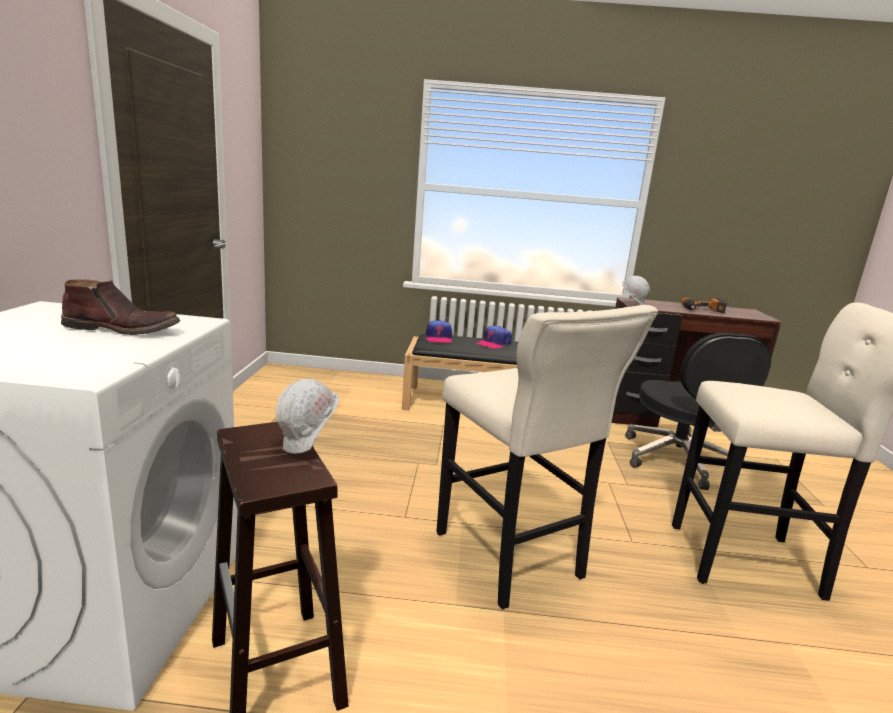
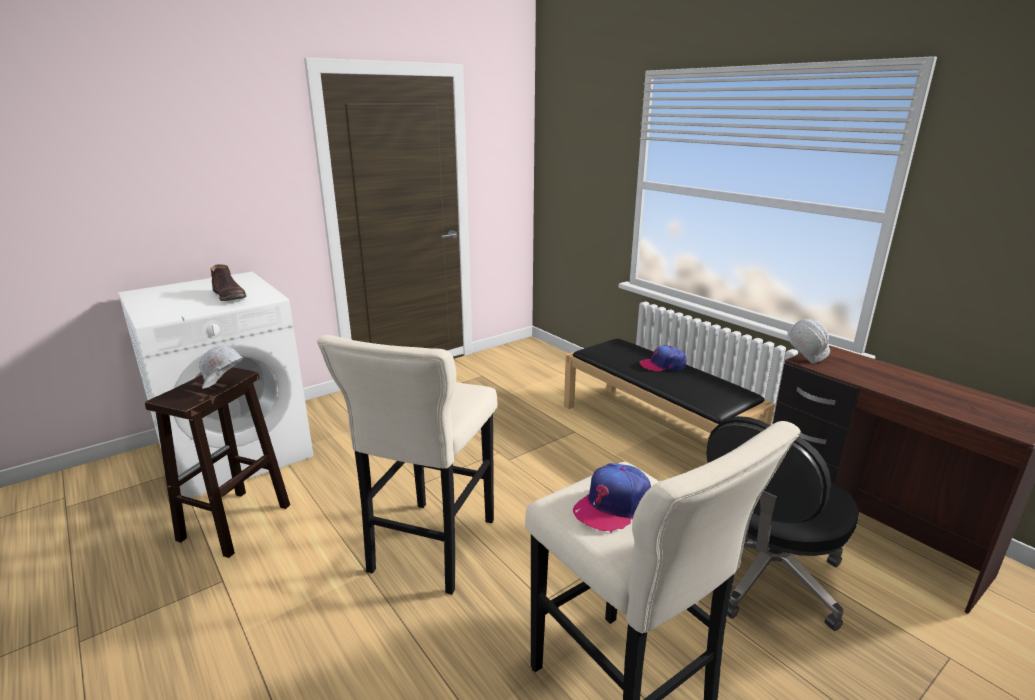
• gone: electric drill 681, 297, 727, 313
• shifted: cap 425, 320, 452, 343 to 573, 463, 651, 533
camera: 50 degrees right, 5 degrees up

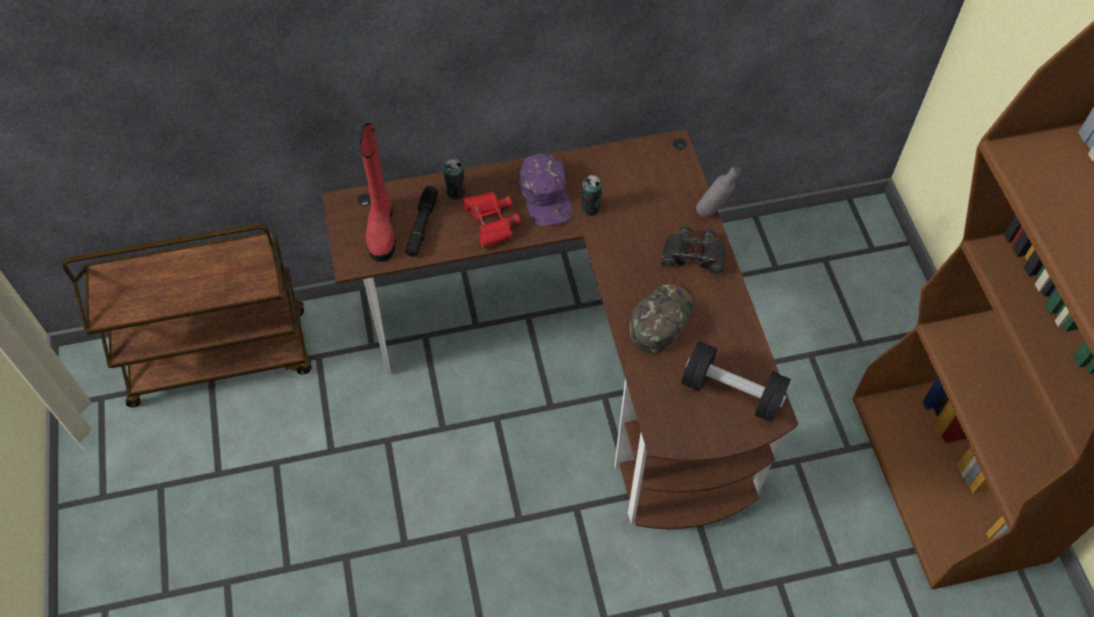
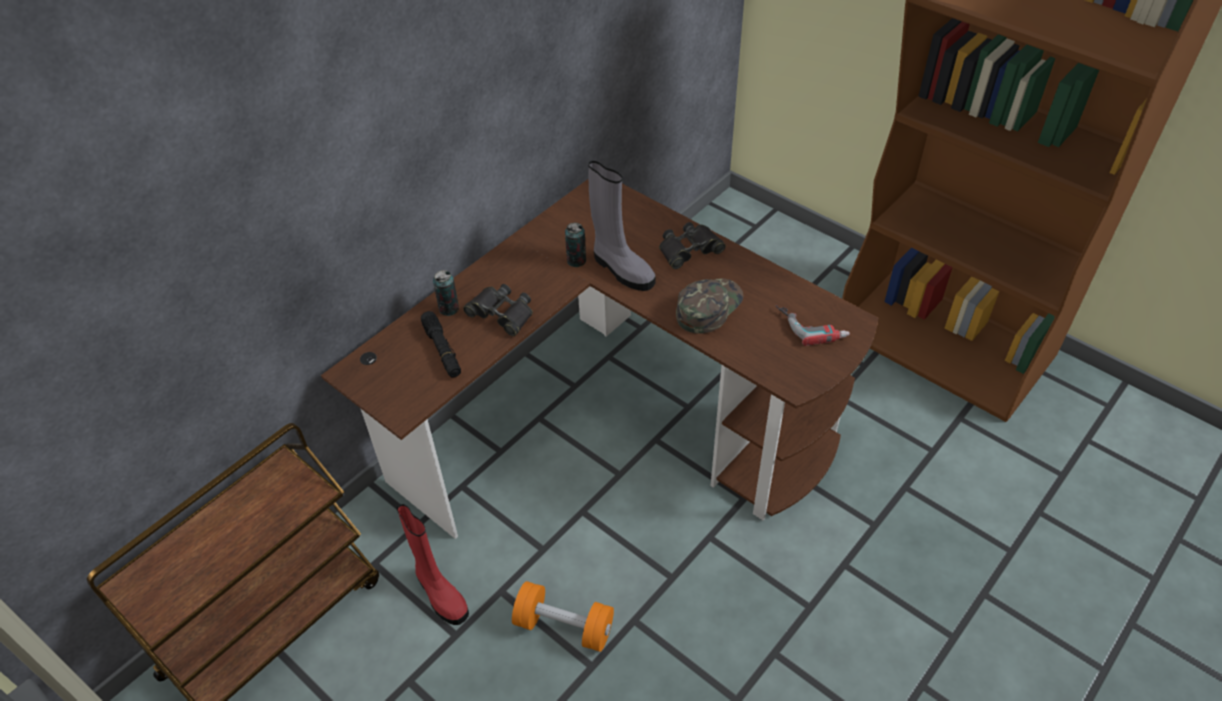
• gone: purple-coloured cap 519, 154, 572, 226
• gone: greyish bottle 696, 166, 741, 218
• new: orangey dumbbell 512, 581, 614, 652
• new: greyish high-top boot 588, 161, 655, 291
• shifted: red high-top boot 359, 123, 396, 262 to 397, 504, 469, 625
• swapped: blackish dumbbell 681, 341, 791, 423 to electric drill 776, 305, 850, 346
• repainted: red pair of binoculars 462, 192, 521, 248 to blackish pair of binoculars 463, 284, 533, 336
• rotated: green cap 629, 284, 693, 353 = 676, 278, 743, 334 45 degrees clockwise
camera: 35 degrees left, 10 degrees down

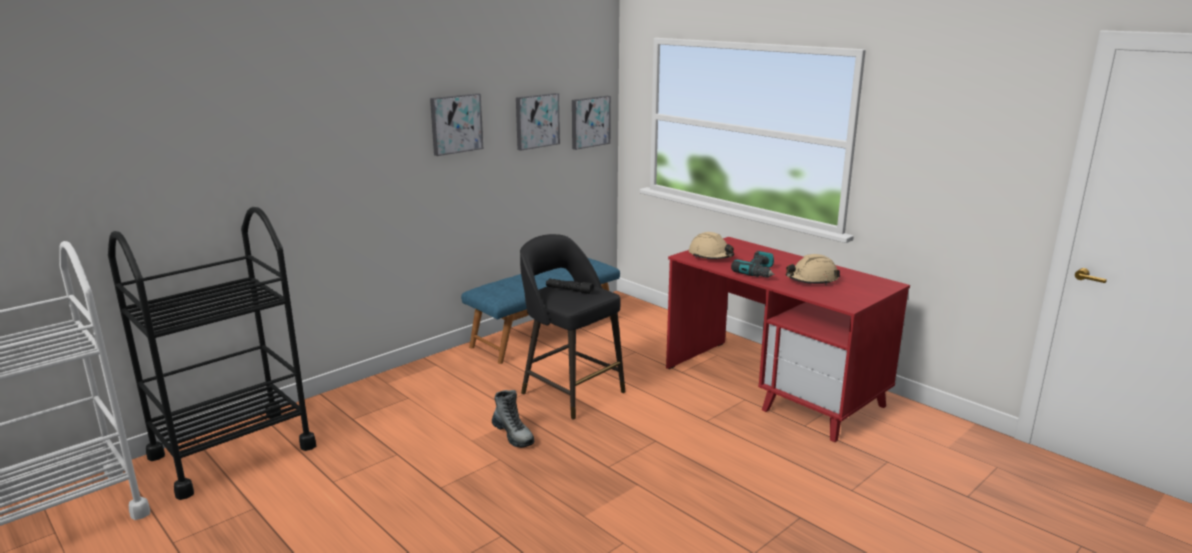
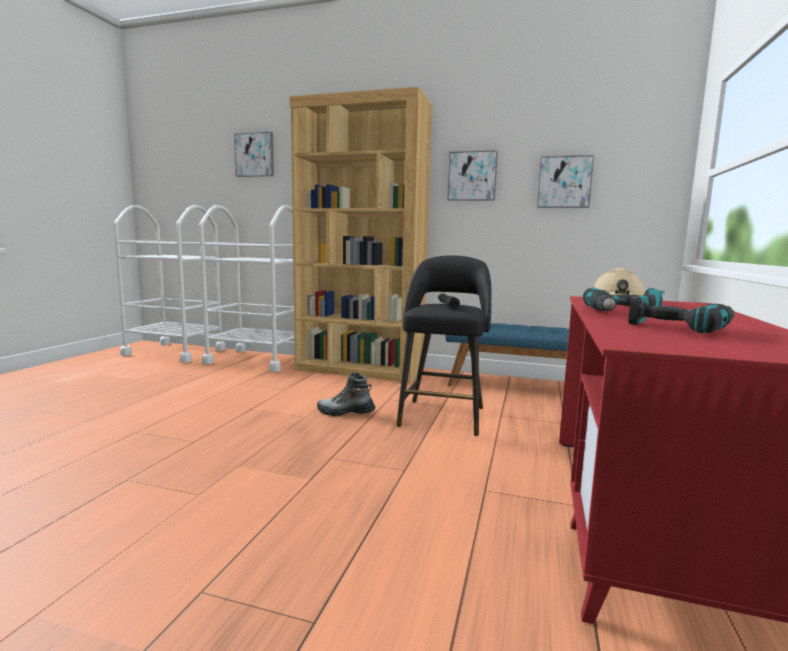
• new: brown-coloured shelving unit 289, 87, 432, 383
• shifted: wall picture 572, 96, 611, 150 to 234, 132, 274, 177
• swapped: sand-coloured work helmet 786, 254, 840, 285 to electric drill 628, 295, 735, 333
• repainted: blackish wheeled cart 108, 207, 316, 500 to white-coloured wheeled cart 199, 205, 294, 372
• rotated: high-top boot 492, 390, 534, 448 = 317, 372, 375, 416 75 degrees clockwise
camera: 60 degrees right, 10 degrees down

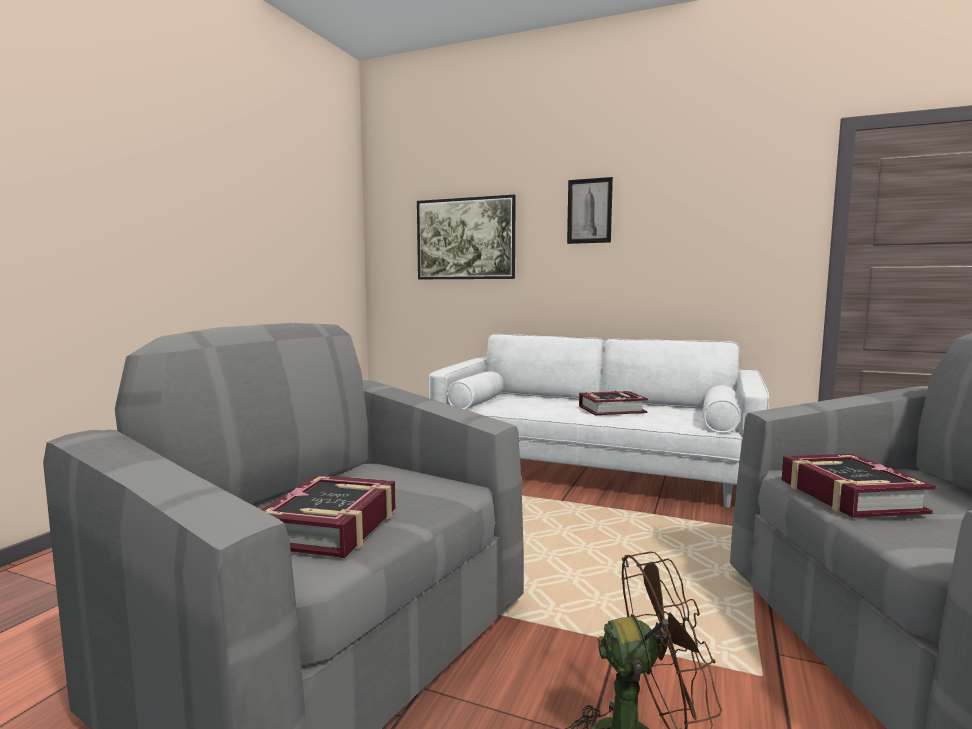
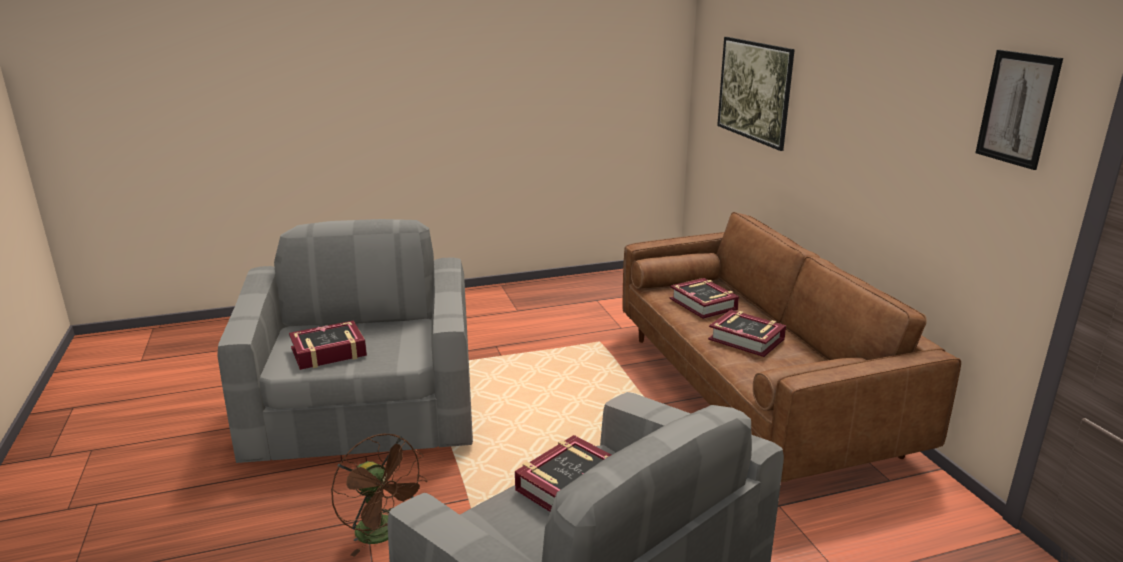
• new: volume 669, 278, 739, 319
• shifted: wall picture 567, 177, 613, 244 to 975, 50, 1063, 170
• repainted: white-coloured settee 429, 334, 769, 508 to brown-coloured settee 623, 212, 961, 482
camera: 50 degrees right, 15 degrees up

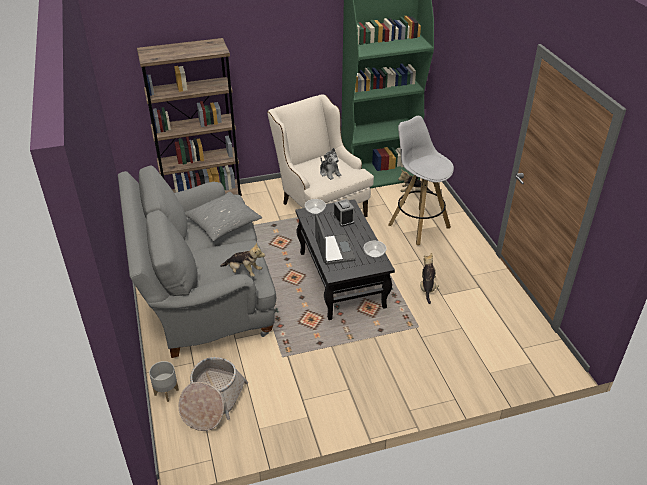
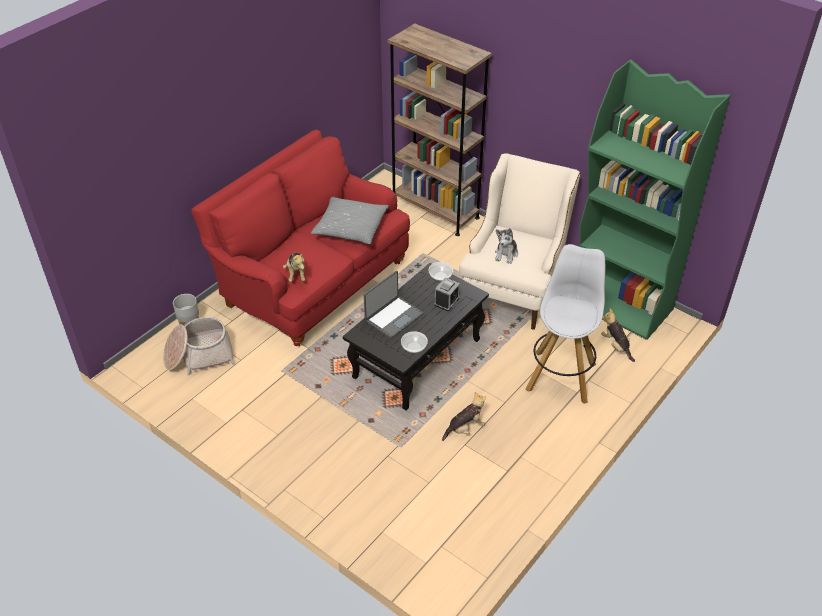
• repainted: greyish settee 118, 166, 276, 358 to red settee 191, 130, 410, 346
camera: 55 degrees right, 5 degrees up

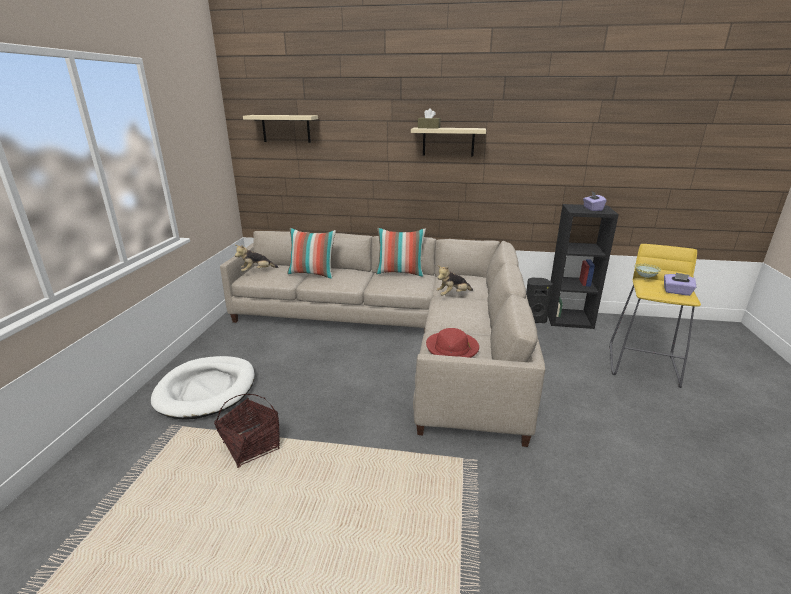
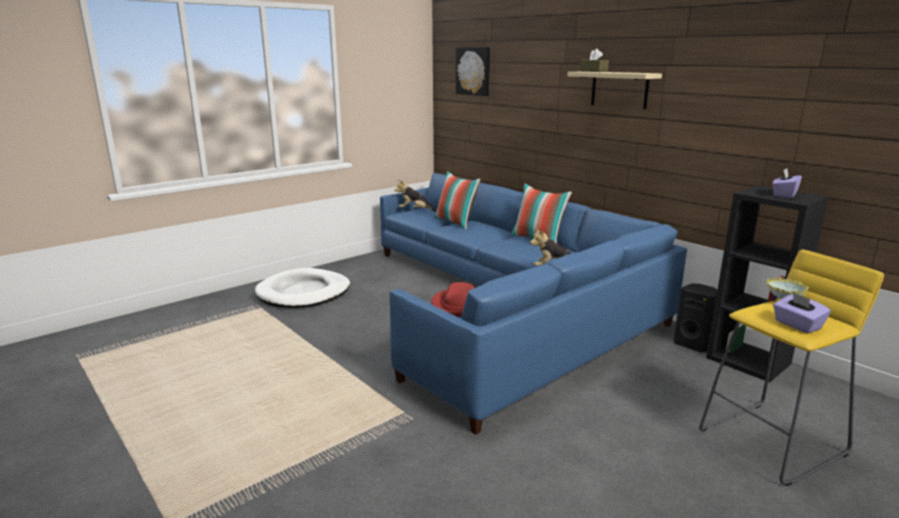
• gone: storage basket 214, 394, 280, 468
• swapped: sand-coloured shelf 243, 115, 318, 143 to wall picture 456, 47, 490, 96
• repainted: sand-coloured settee 220, 231, 545, 447 to bluish settee 380, 173, 687, 435
camera: 40 degrees right, 5 degrees down

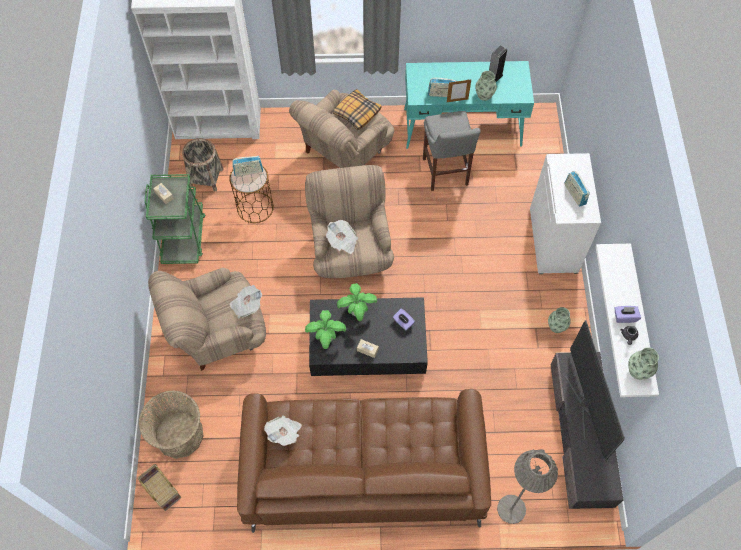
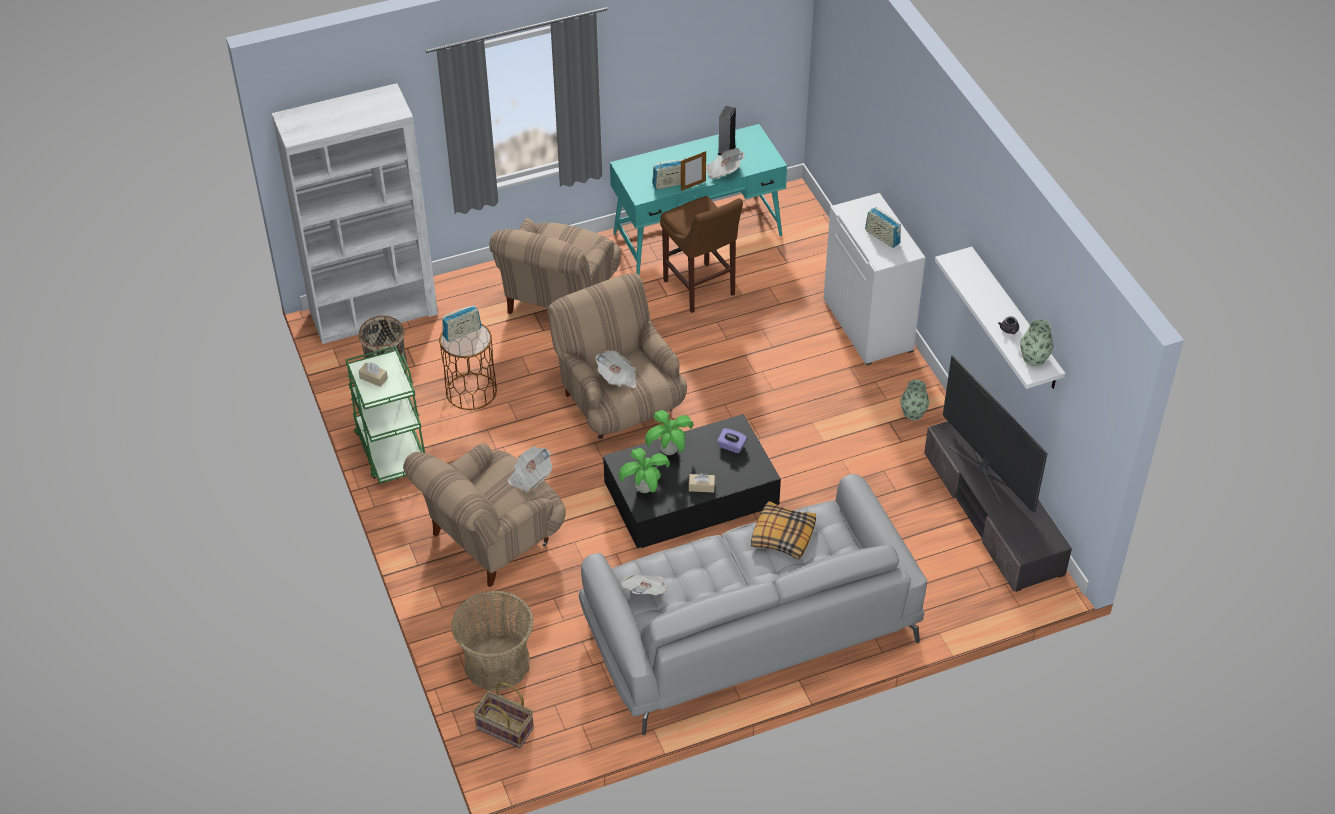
• gone: greyish standard lamp 497, 449, 558, 524
• gone: purple-coloured box of tissues 615, 306, 641, 323
• shifted: cushion 333, 89, 382, 130 to 751, 501, 816, 559
• swapped: vase 475, 71, 497, 101 to printed paper 706, 148, 745, 180
• repainted: brown-coloured settee 237, 389, 491, 533 to greyish settee 579, 474, 927, 735
• repainted: greyish sitting stool 423, 111, 481, 191 to brown-coloured sitting stool 660, 196, 743, 313
camera: 20 degrees left, 15 degrees down

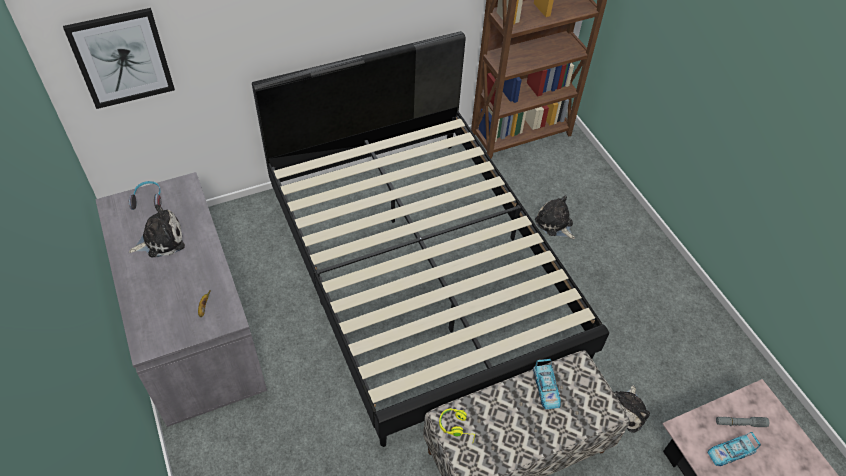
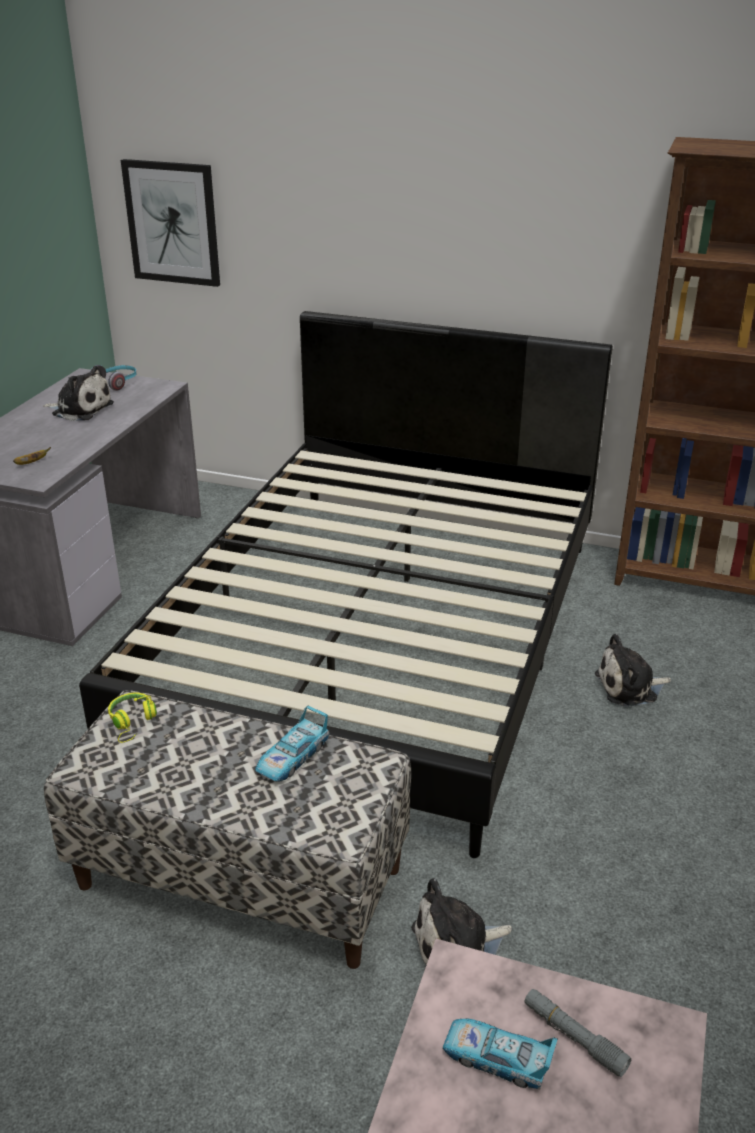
• rotated: plush toy 535, 196, 575, 239 = 595, 634, 671, 706 105 degrees counterclockwise
camera: 45 degrees right, 20 degrees down

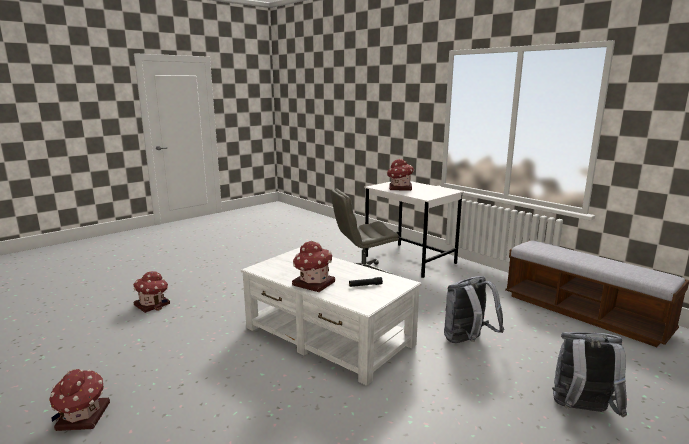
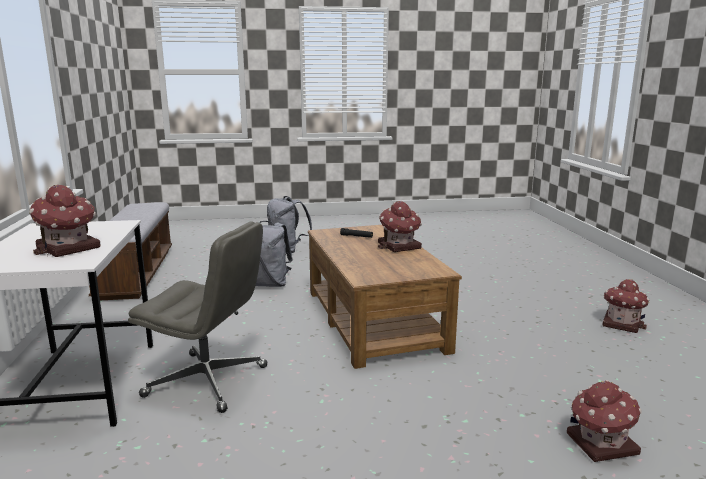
• repainted: white-coloured low table 241, 247, 422, 386 to brown-coloured low table 308, 225, 462, 369
camera: 145 degrees left, 0 degrees up

